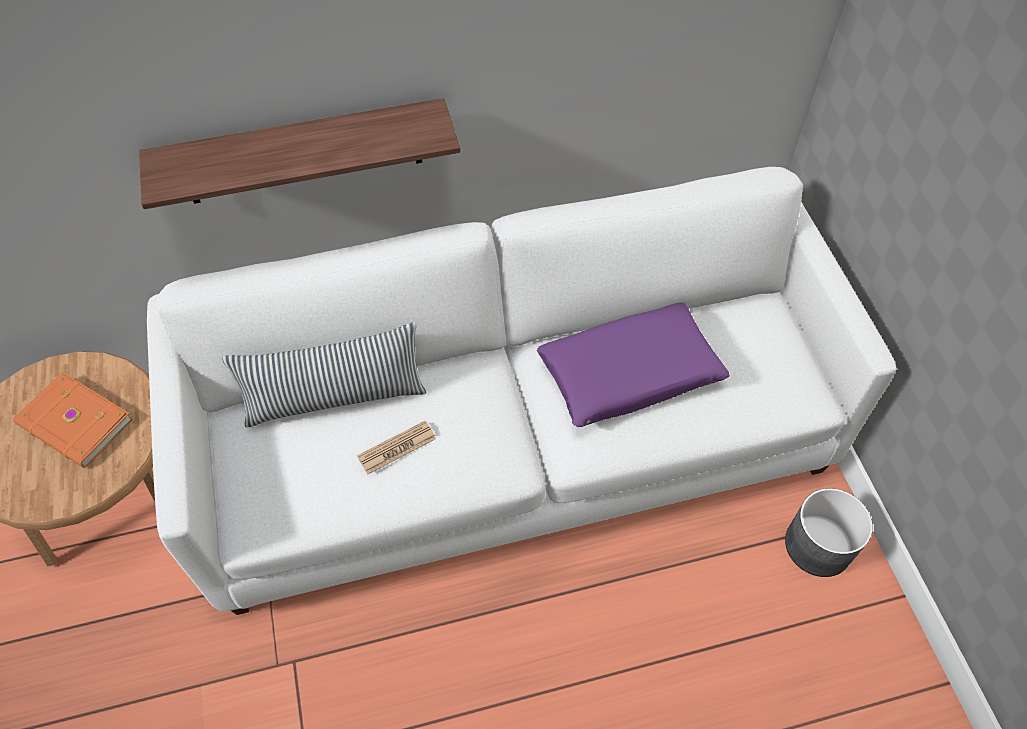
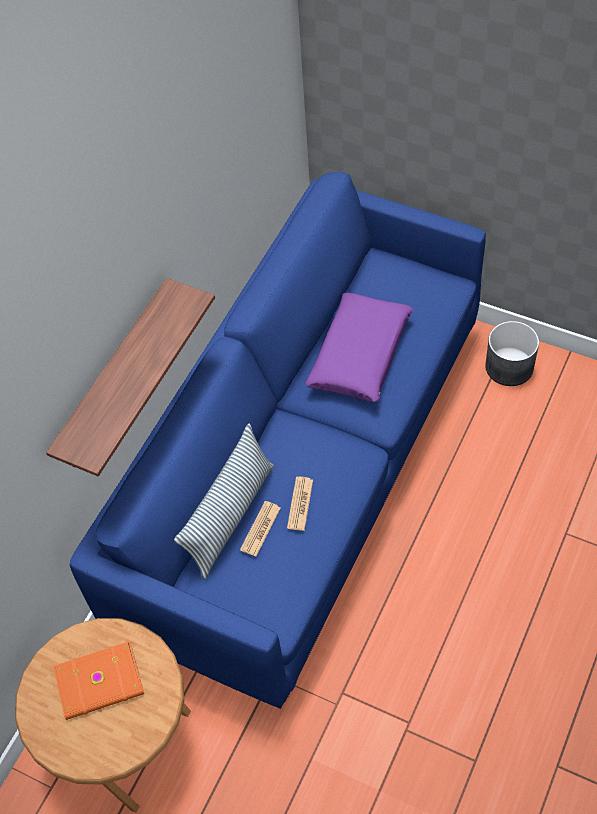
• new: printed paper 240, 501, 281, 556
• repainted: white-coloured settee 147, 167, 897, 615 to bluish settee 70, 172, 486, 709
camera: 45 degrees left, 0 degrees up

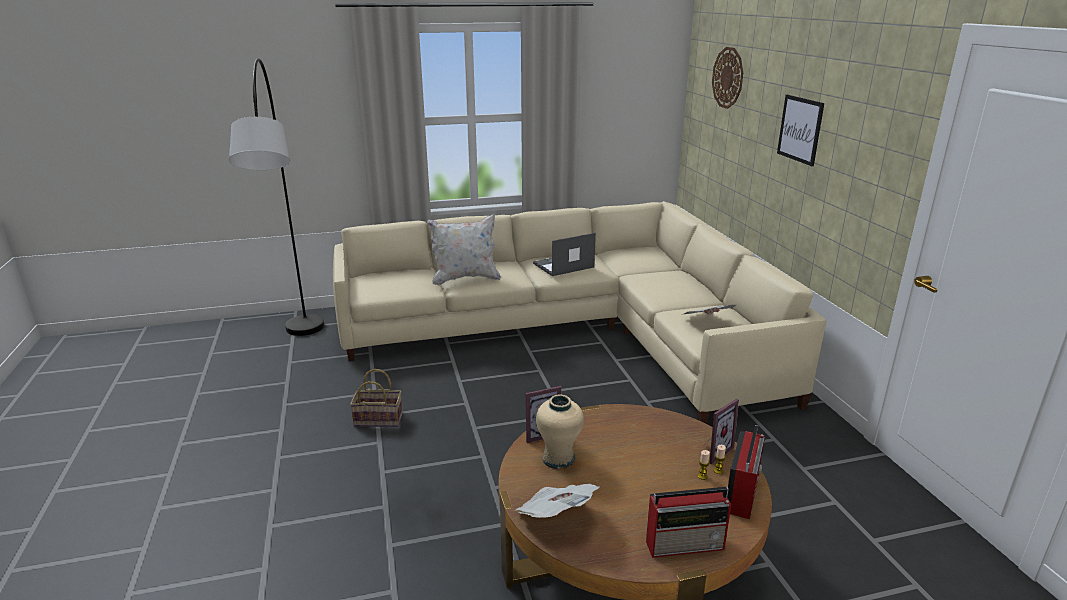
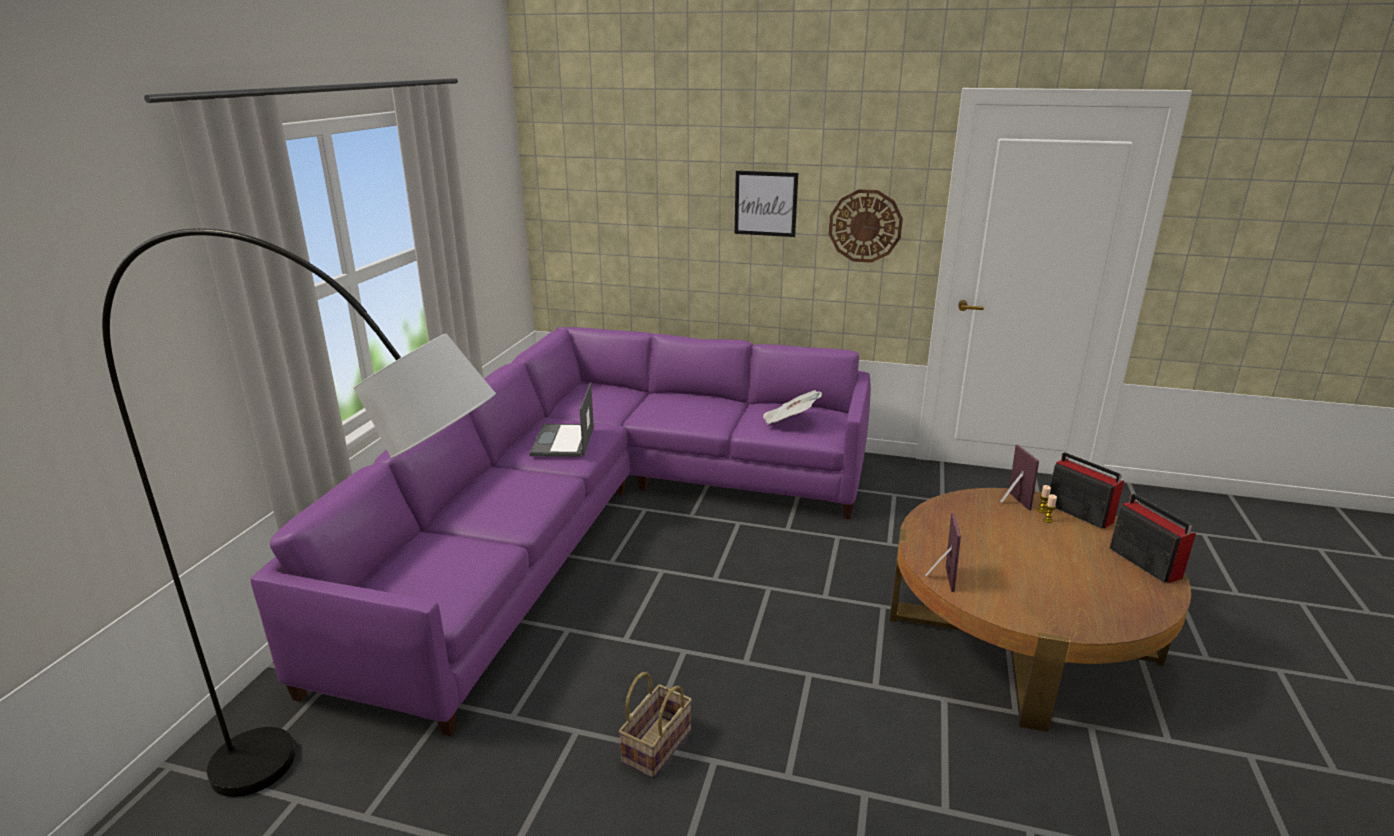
• gone: white-coloured cushion 426, 214, 501, 285
• gone: printed paper 516, 484, 599, 518
• gone: sand-coloured vase 536, 394, 584, 469
• shifted: wall clock 712, 47, 743, 109 to 829, 189, 903, 263
• repainted: sand-coloured settee 333, 201, 826, 424 to purple-coloured settee 251, 327, 871, 736
• rotated: radio receiver 646, 487, 731, 558 = 1110, 494, 1196, 583 45 degrees counterclockwise
camera: 60 degrees left, 0 degrees up

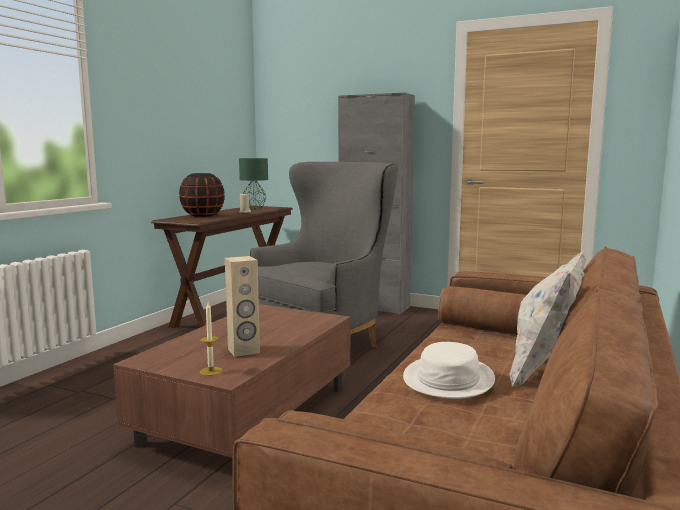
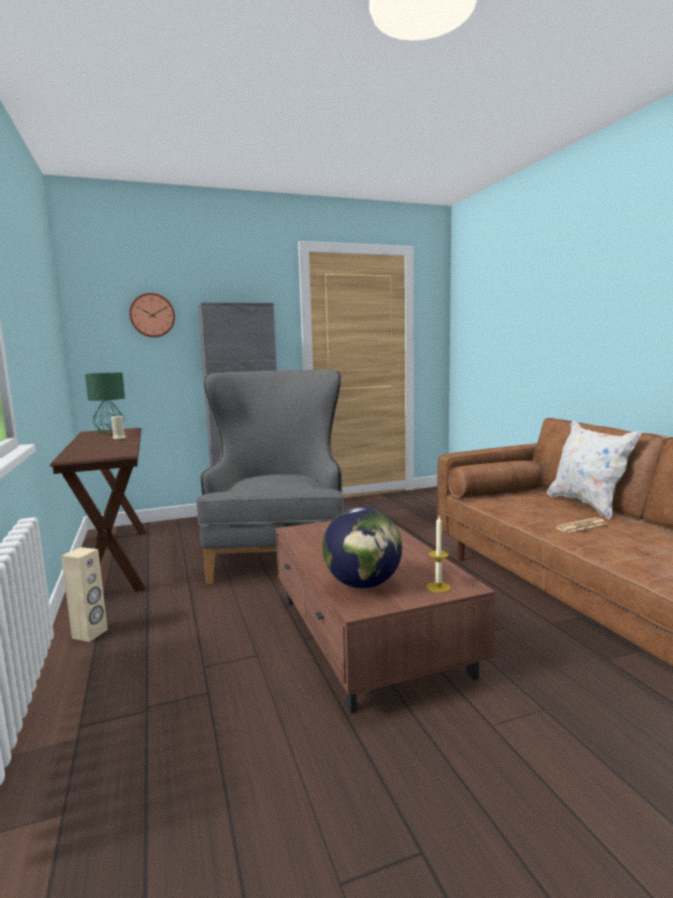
• gone: blackish vase 179, 173, 225, 217
• new: wall clock 129, 293, 175, 337
• new: globe 322, 507, 402, 589
• shifted: sand-coloured audio speaker 225, 256, 260, 357 to 61, 547, 108, 642
• swapped: white-coloured clothing hat 403, 342, 495, 399 to printed paper 555, 517, 607, 533
camera: 45 degrees left, 0 degrees up

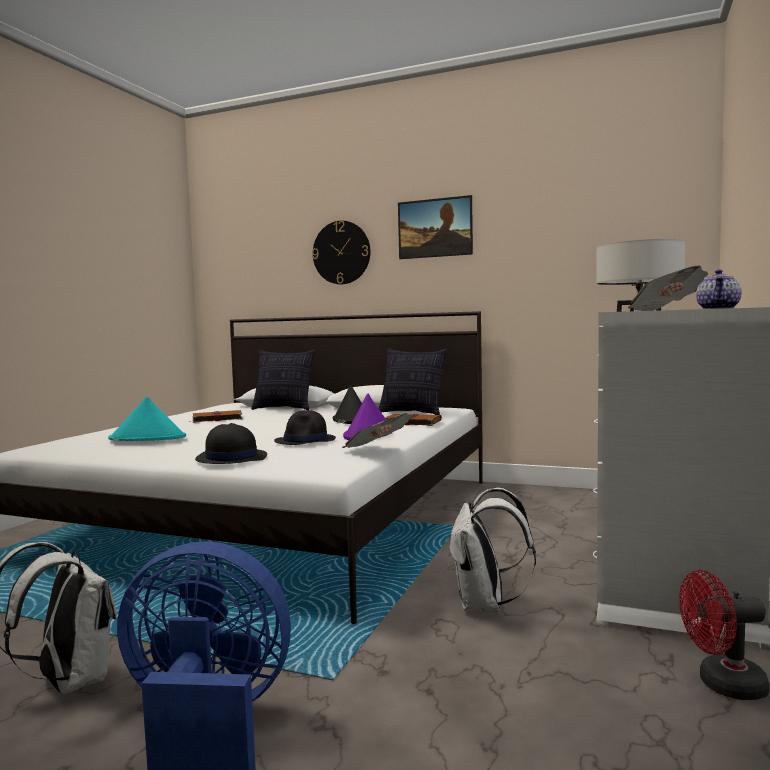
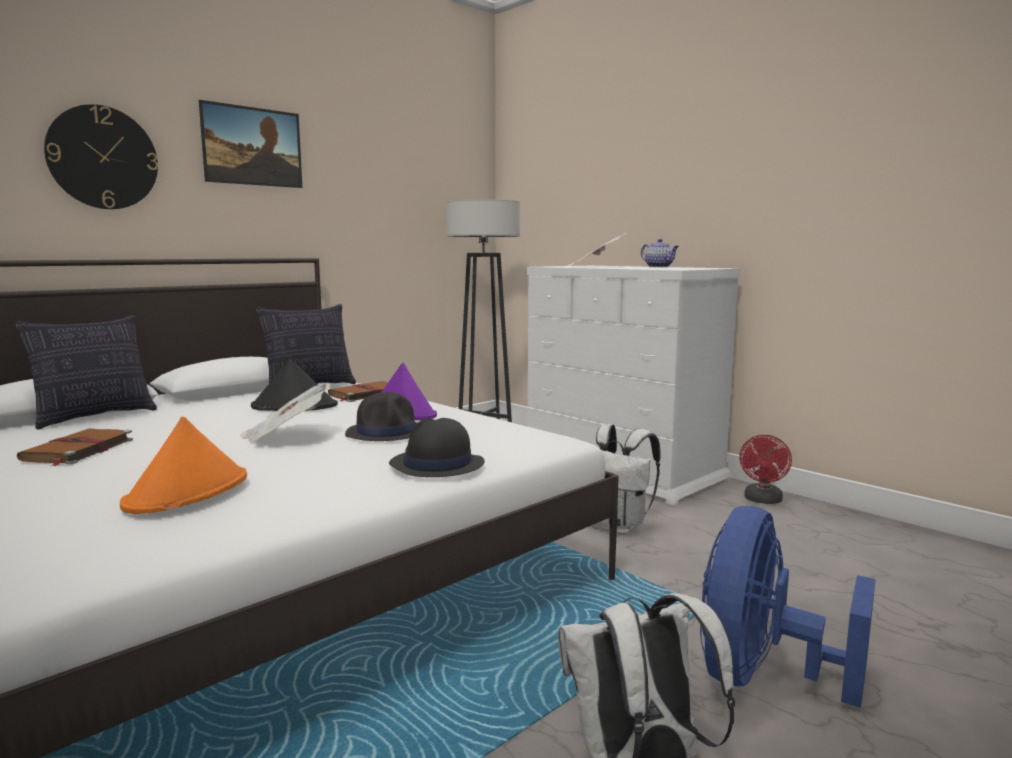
• shifted: printed paper 342, 413, 412, 448 to 240, 383, 330, 441
• repainted: blue-green clothing hat 108, 397, 186, 441 to orangey clothing hat 120, 416, 247, 514
camera: 65 degrees left, 5 degrees up

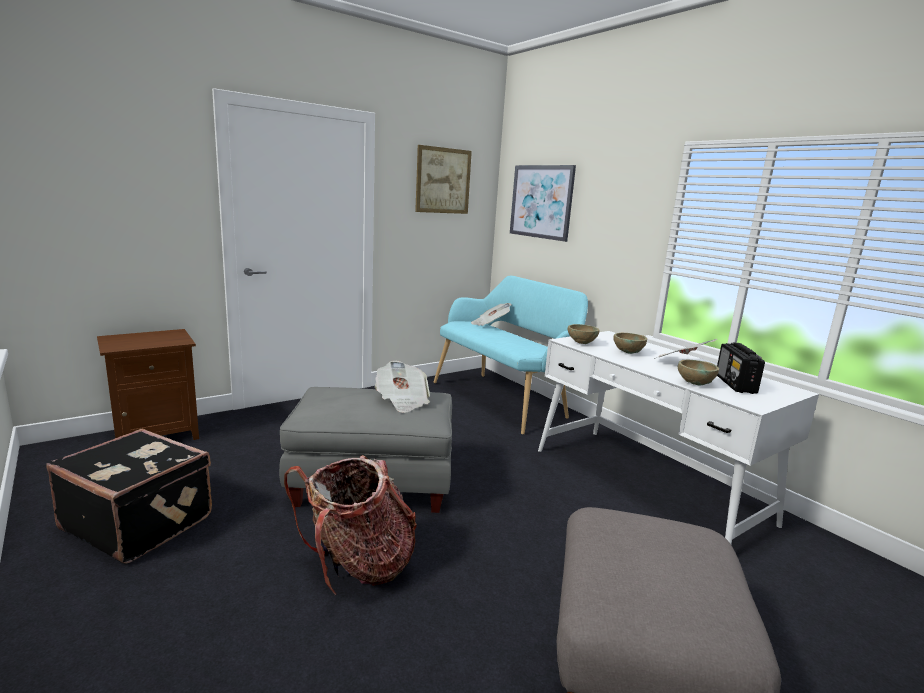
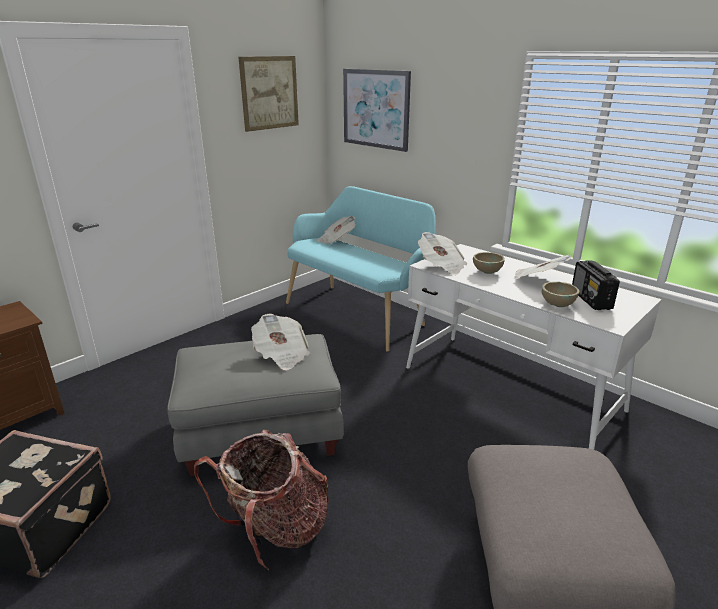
• swapped: sand-coloured deep dish 568, 324, 599, 344 to printed paper 418, 232, 467, 275
camera: 10 degrees left, 10 degrees up

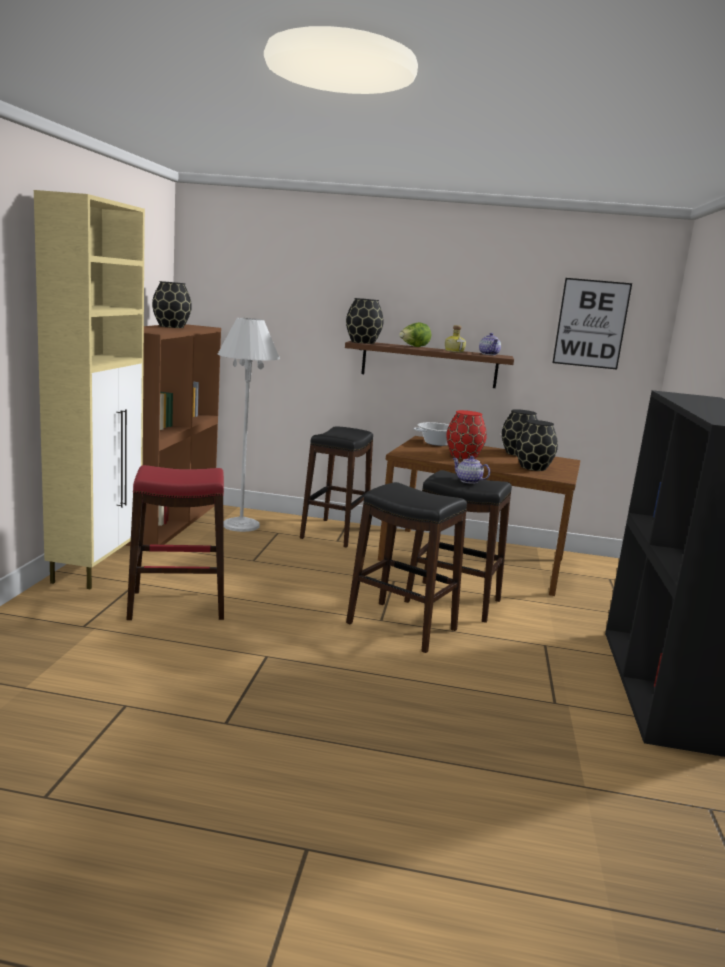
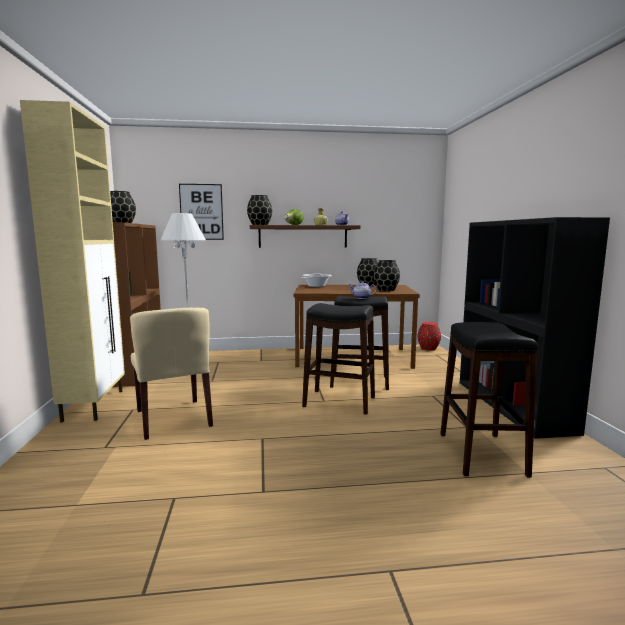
• shifted: blackish sitting stool 300, 426, 373, 548 to 440, 322, 538, 478
• shifted: red vase 446, 410, 487, 459 to 417, 322, 441, 351
• shifted: wall picture 552, 278, 632, 370 to 179, 184, 224, 240
• swapped: red sitting stool 126, 465, 224, 620 to sand-coloured upright chair 130, 308, 213, 440
camera: 15 degrees left, 5 degrees down

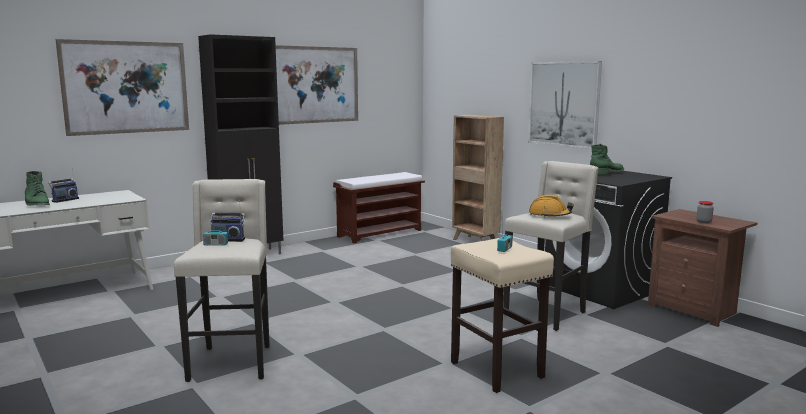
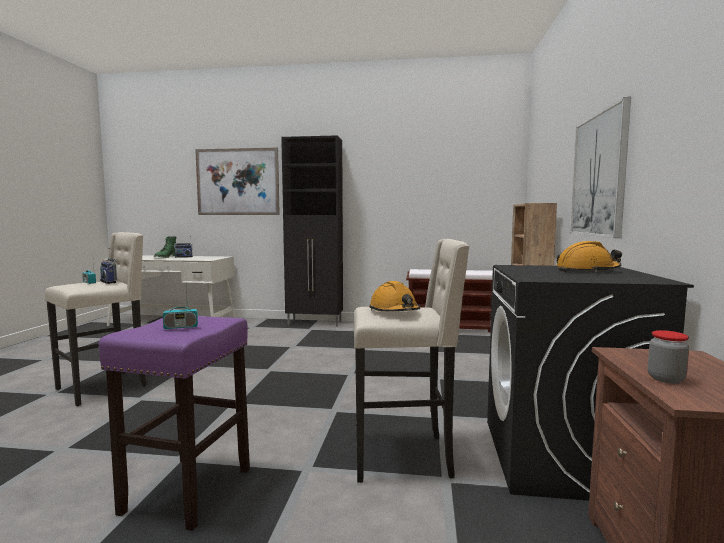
• gone: wall picture 276, 45, 358, 125
• swapped: green high-top boot 590, 144, 624, 174 to orangey work helmet 556, 241, 622, 272
• repainted: sand-coloured sitting stool 451, 238, 554, 393 to purple-coloured sitting stool 99, 316, 250, 531
camera: 45 degrees right, 5 degrees down

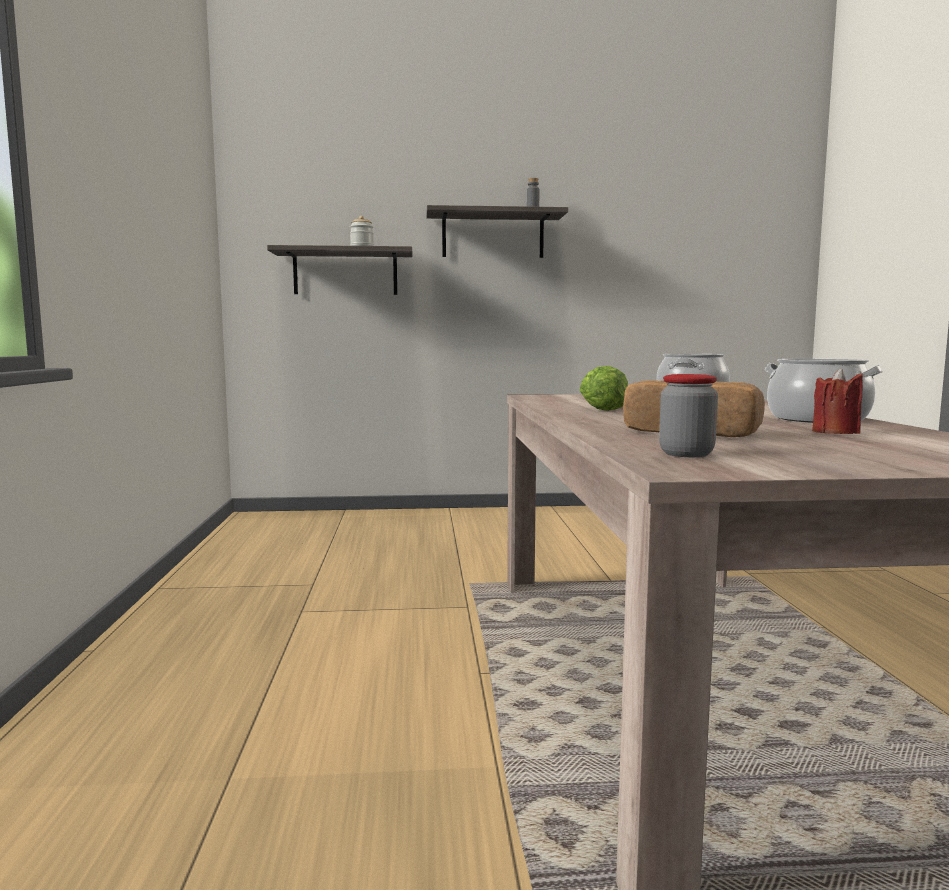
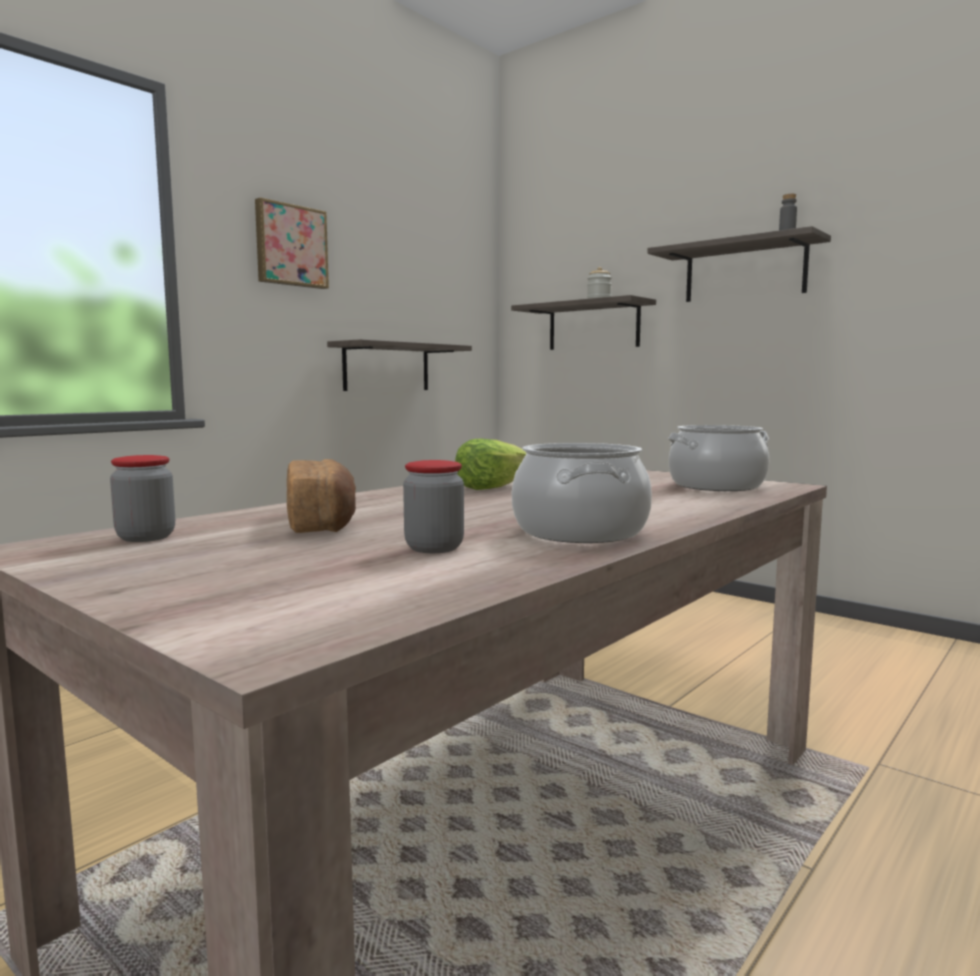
• new: wall picture 255, 197, 329, 289
• new: shelf 327, 339, 472, 391
• swapped: red candle 812, 368, 863, 434 to preserve jar 403, 460, 464, 553
camera: 45 degrees right, 0 degrees up

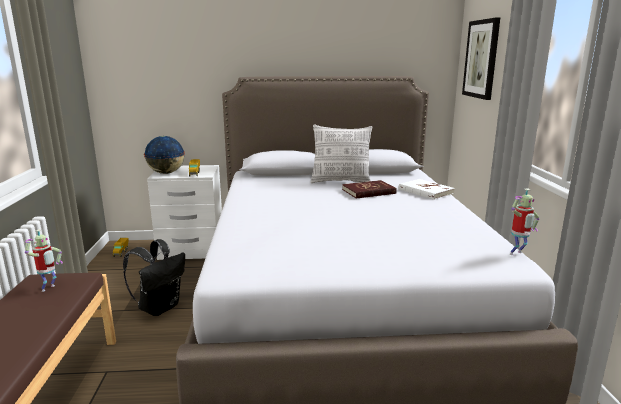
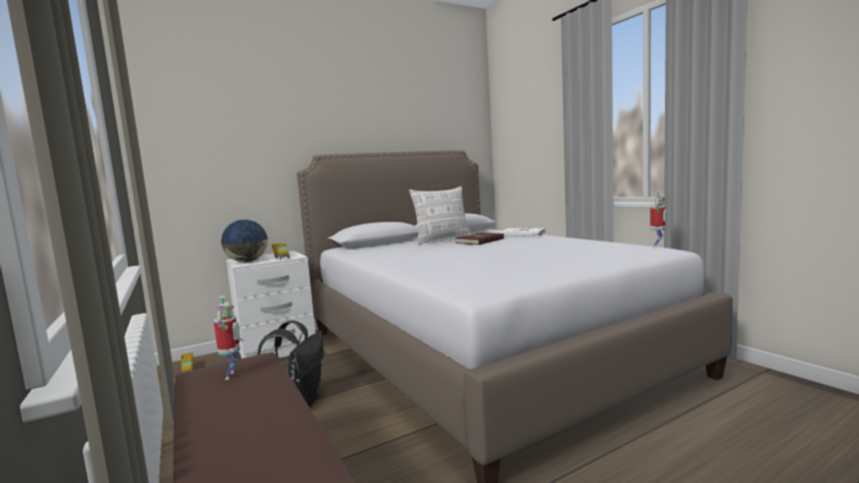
• gone: wall picture 462, 17, 500, 100
camera: 25 degrees left, 10 degrees down

